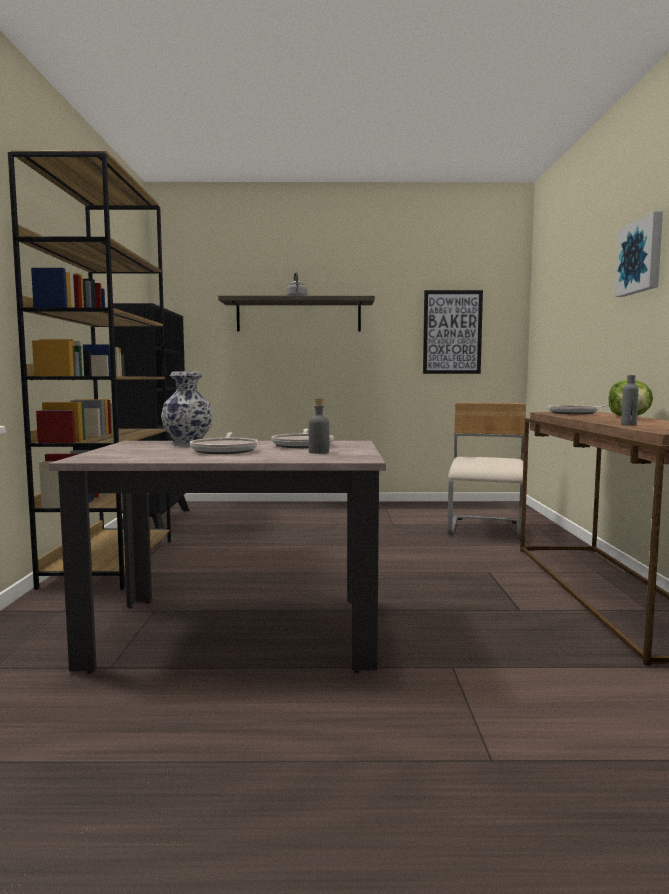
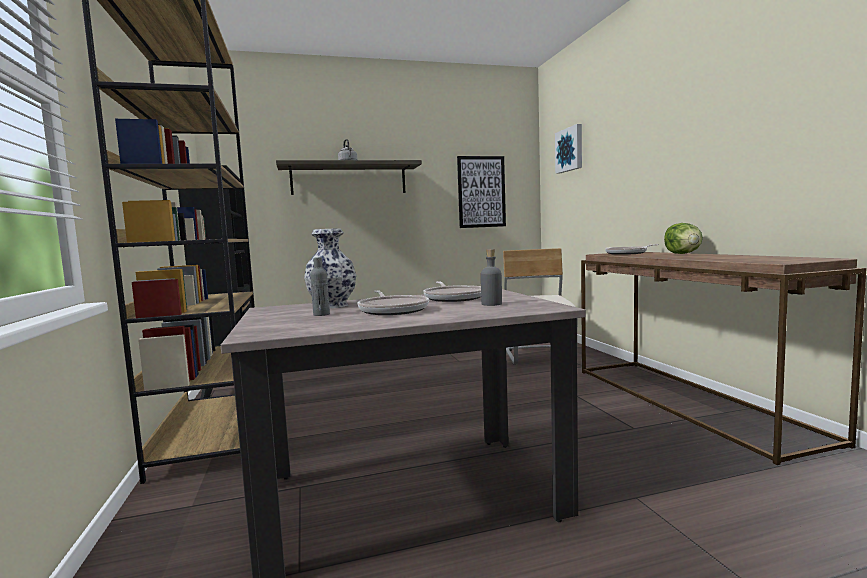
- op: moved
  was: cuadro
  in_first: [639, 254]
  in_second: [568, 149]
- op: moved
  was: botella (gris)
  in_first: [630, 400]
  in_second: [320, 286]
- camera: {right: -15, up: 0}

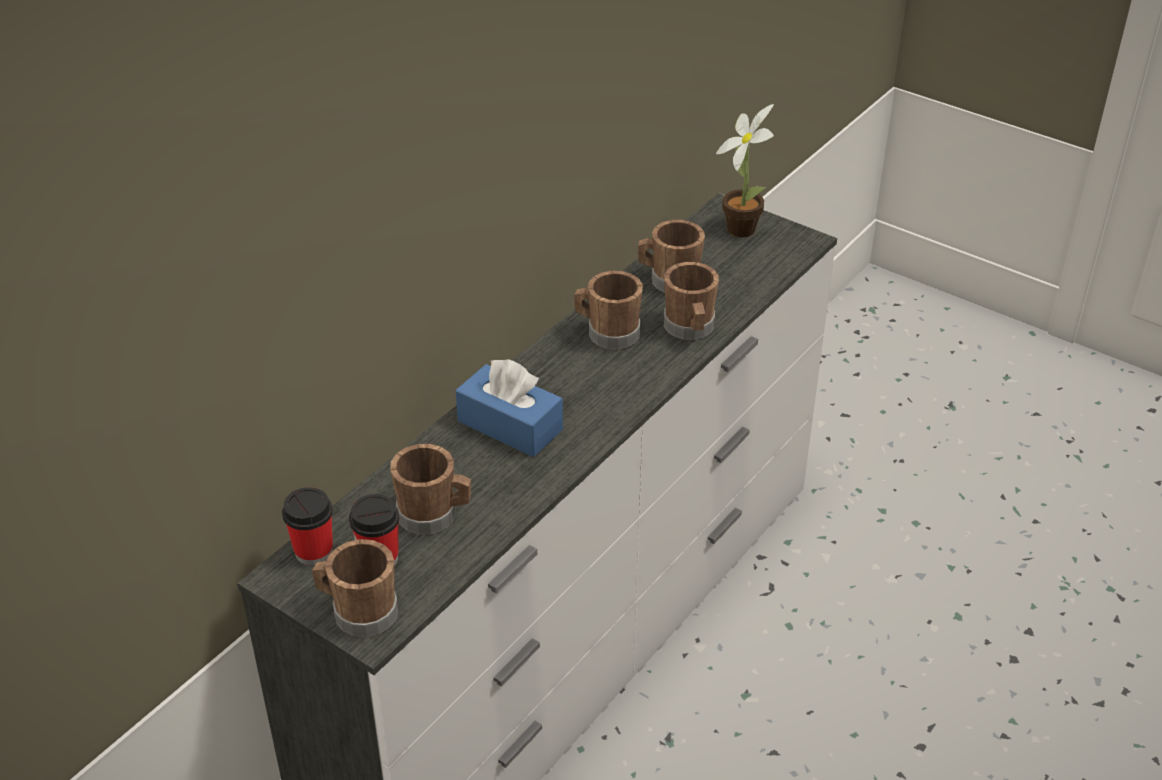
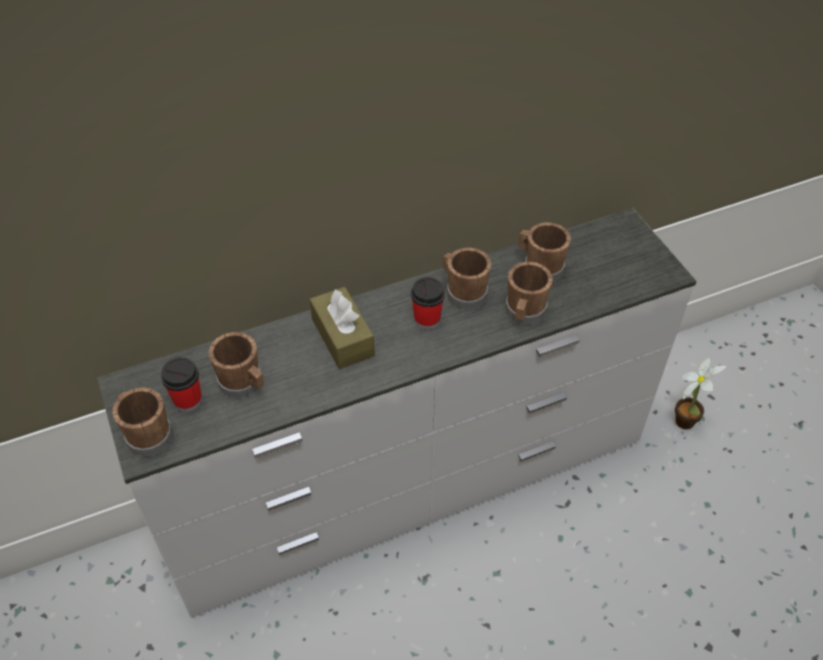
- op: moved
  was: taza
  in_first: [307, 526]
  in_second: [428, 303]
- op: recoloured
  was: caja de pañuelos (azul)
  now: caja de pañuelos (marrón)
  in_first: [509, 408]
  in_second: [342, 328]
- op: moved
  was: planta en maceta
  in_first: [745, 170]
  in_second: [700, 393]
- camera: {right: 30, up: 10}

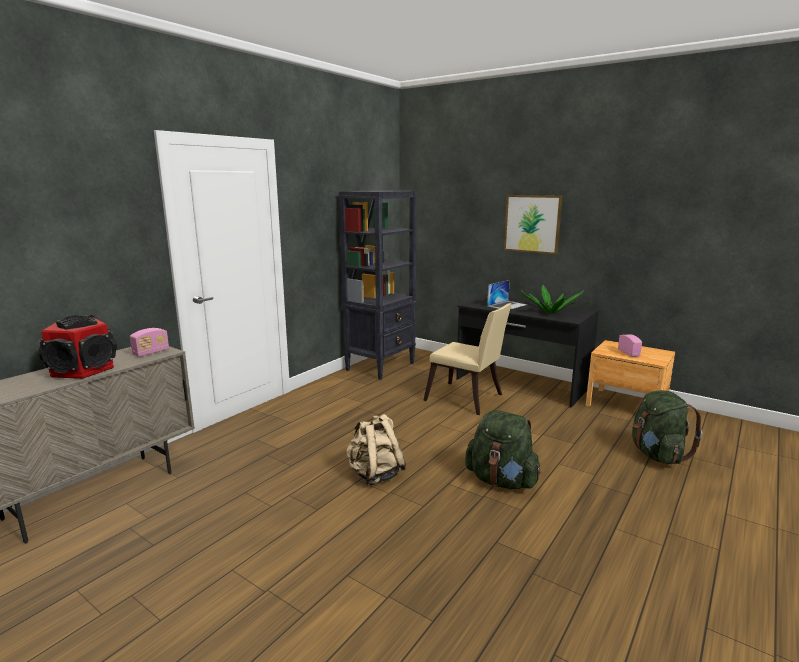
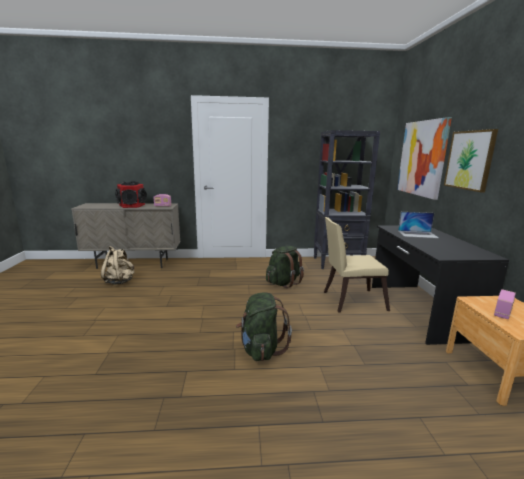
- op: moved
  was: mochila (beis)
  in_first: [376, 450]
  in_second: [117, 265]
- op: turned
  was: silla (beis)
  in_first: [468, 359]
  in_second: [357, 264]
  clockwise: 90
- op: removed
  was: planta en maceta
  in_first: [552, 299]
- op: moved
  was: mochila (verde)
  in_first: [667, 427]
  in_second: [285, 267]
- op: added
  now: cuadro
  in_second: [424, 158]
- camera: {right: 50, up: 0}

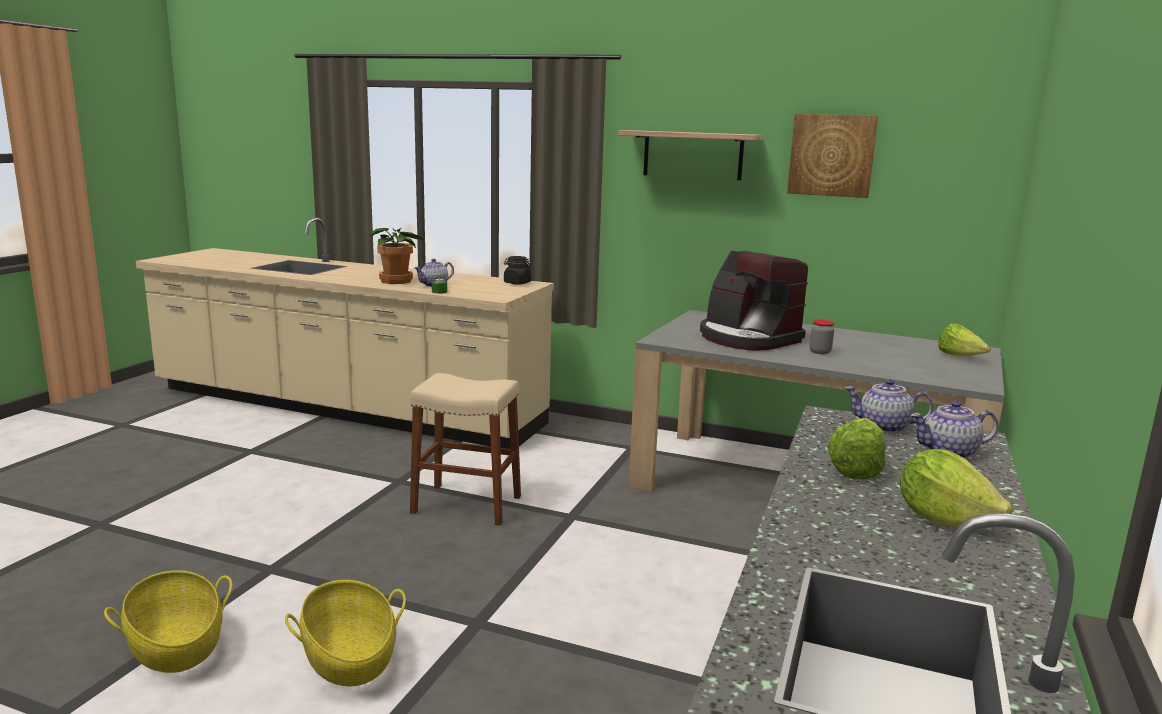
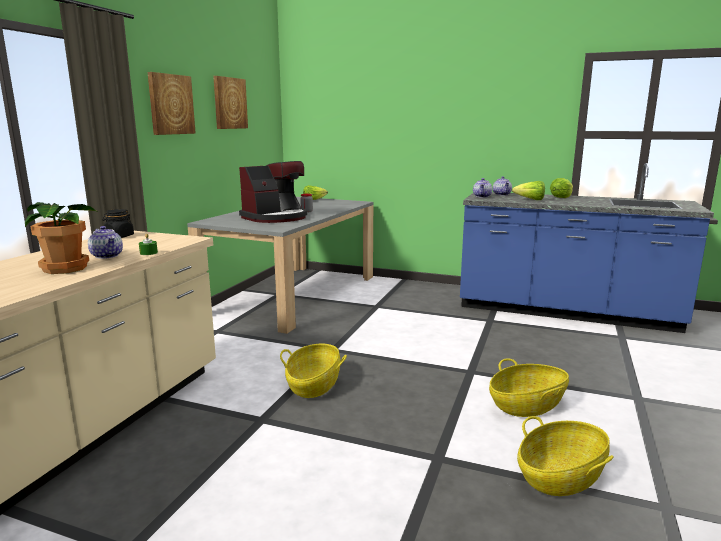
- op: replaced
  was: taburete (beis)
  now: cesta
  in_first: [465, 449]
  in_second: [313, 371]
- op: replaced
  was: estante
  now: cuadro
  in_first: [690, 155]
  in_second: [172, 103]
- camera: {right: -90, up: 0}

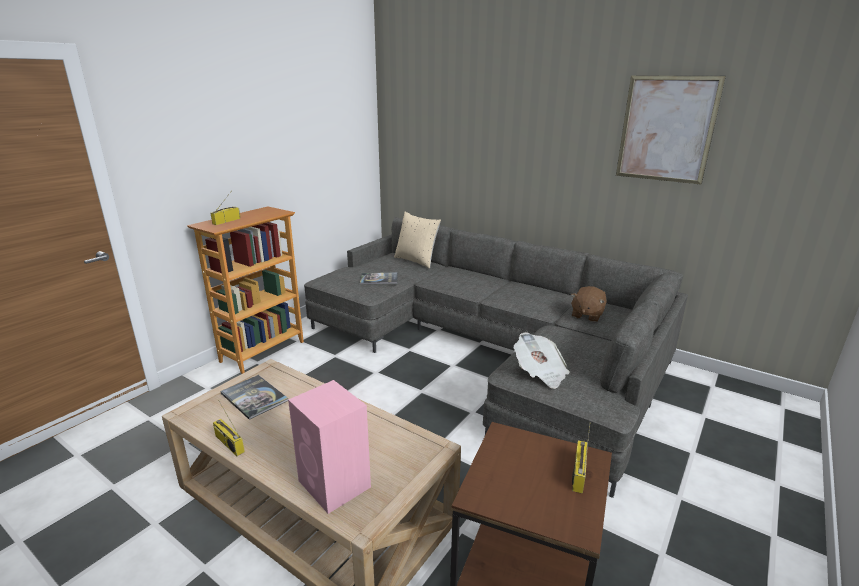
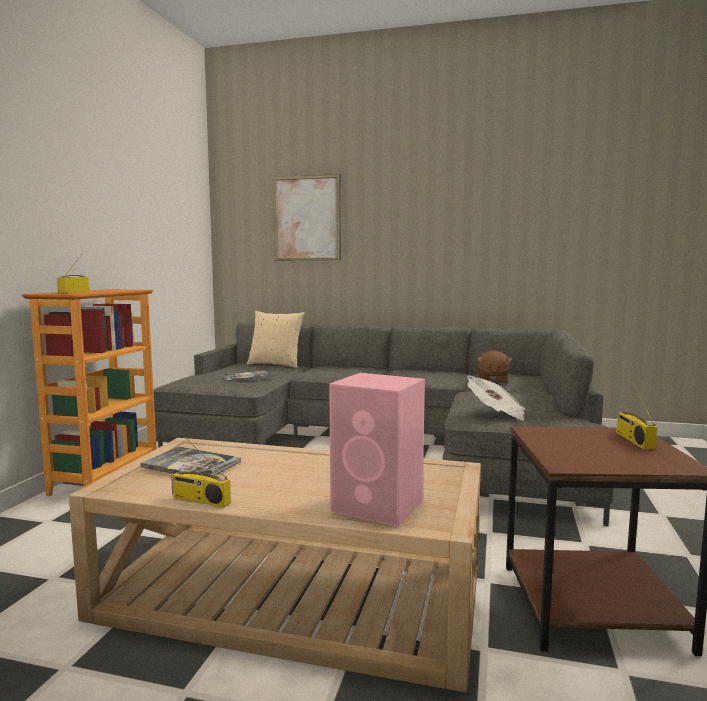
- op: moved
  was: cuadro
  in_first: [671, 130]
  in_second: [307, 217]
- camera: {right: -20, up: -15}

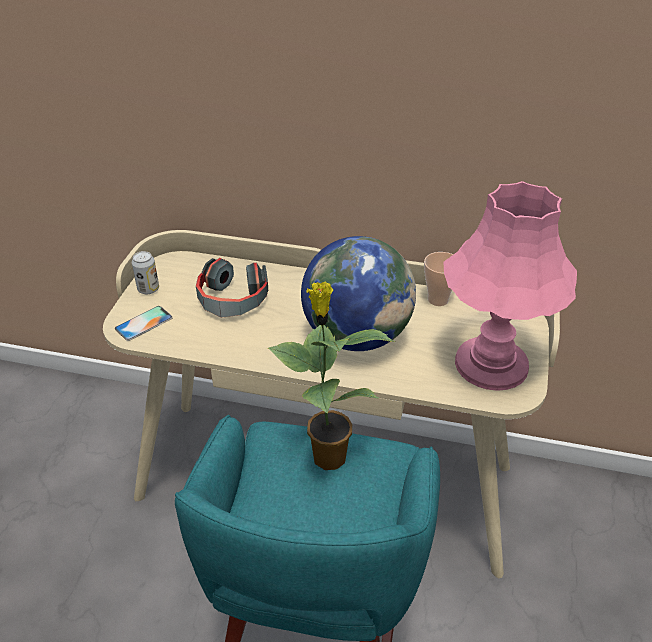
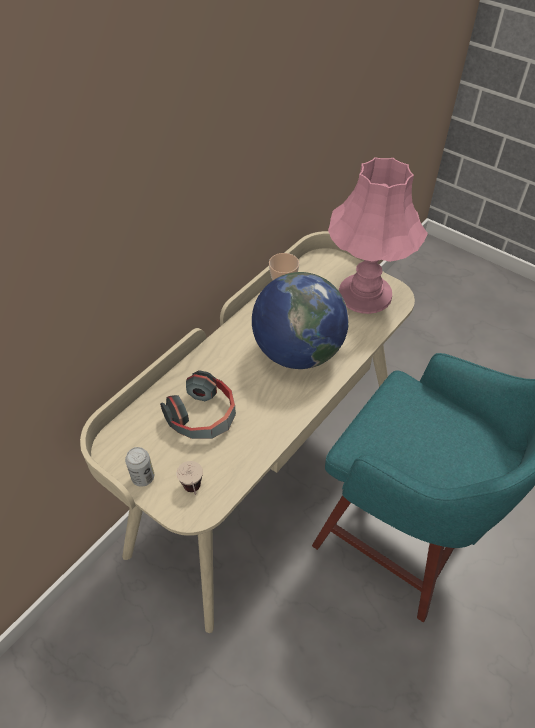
- op: replaced
  was: móvil
  now: taza
  in_first: [144, 323]
  in_second: [190, 478]
- op: removed
  was: planta en maceta
  in_first: [331, 376]
- camera: {right: -65, up: 10}

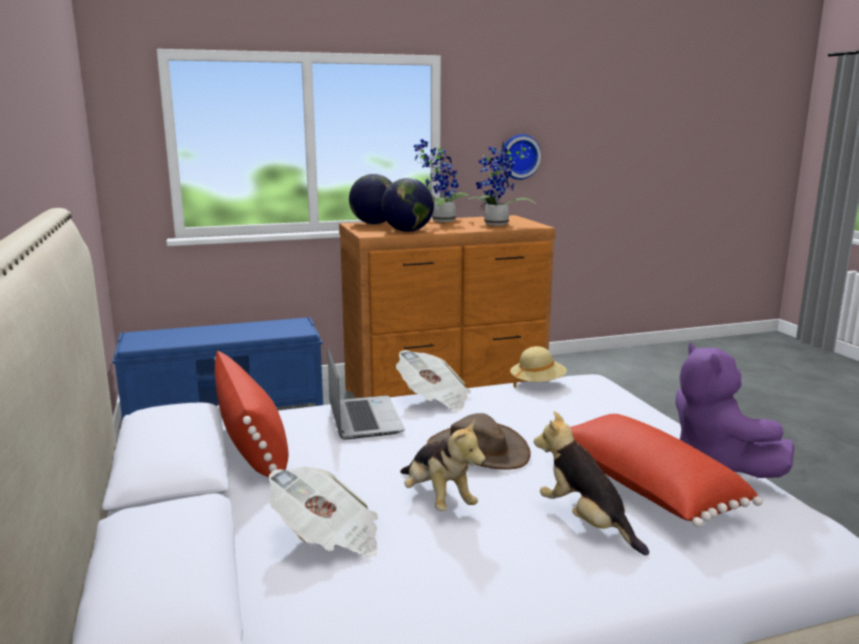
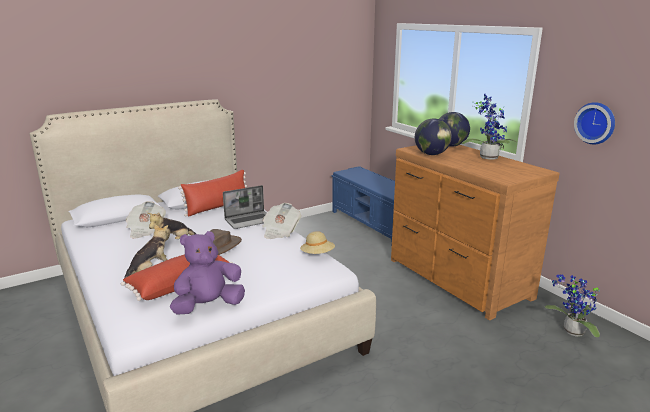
- op: moved
  was: planta en maceta
  in_first: [502, 183]
  in_second: [572, 305]
- camera: {right: 75, up: 5}

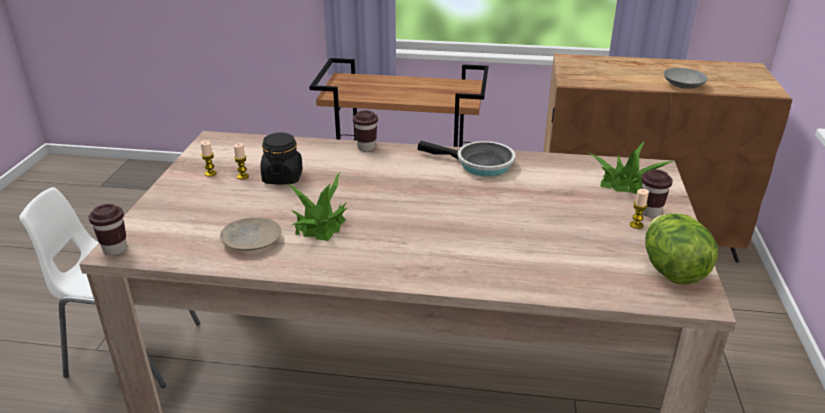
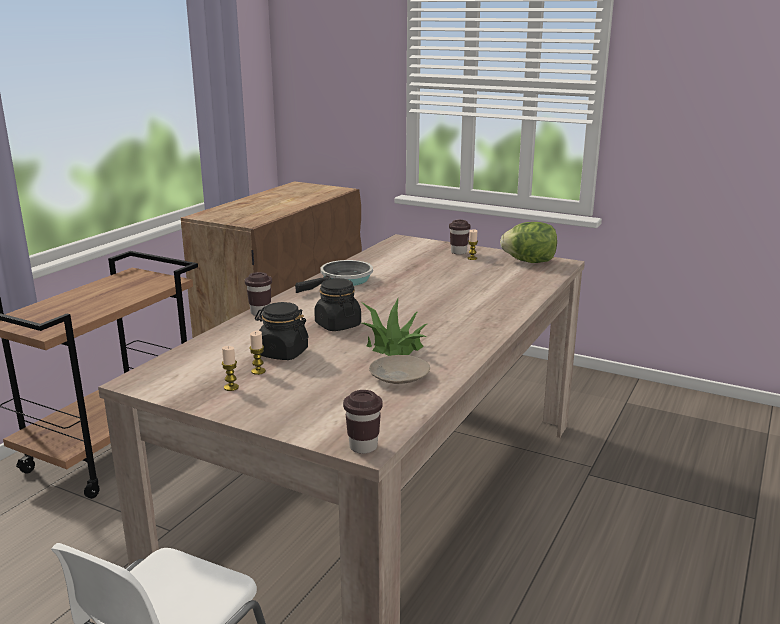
- op: removed
  was: planta en maceta
  in_first: [631, 167]
- op: removed
  was: cuenco (gris)
  in_first: [686, 78]
- op: added
  now: tarro (negro)
  in_second: [337, 304]
- camera: {right: -70, up: -10}

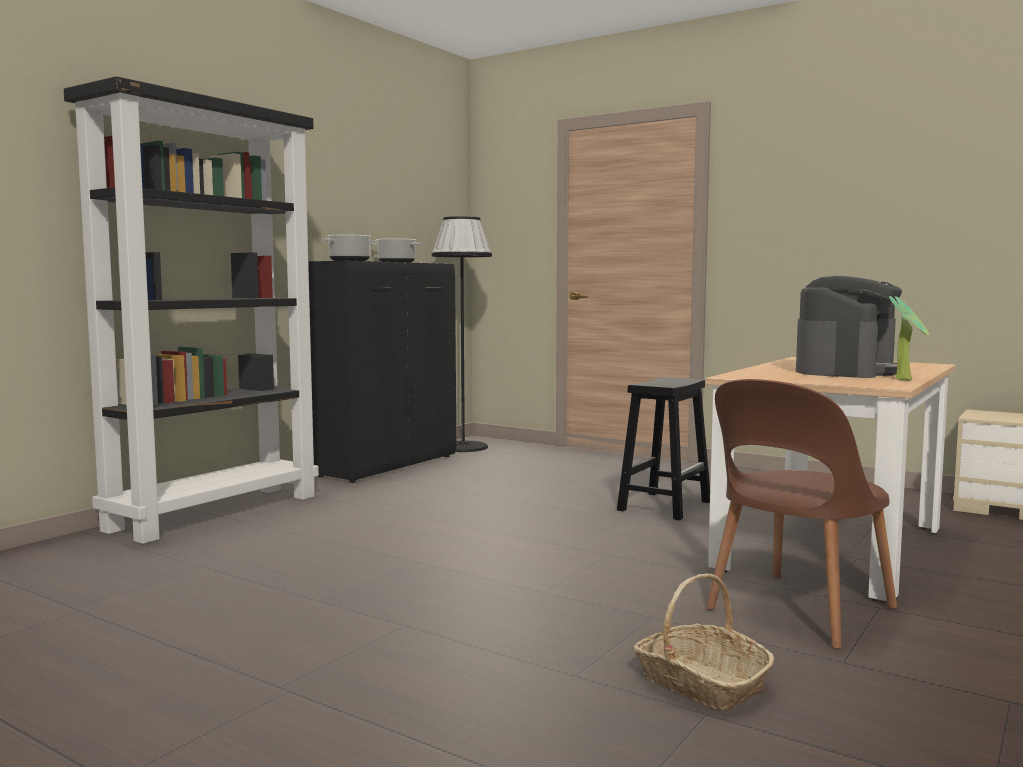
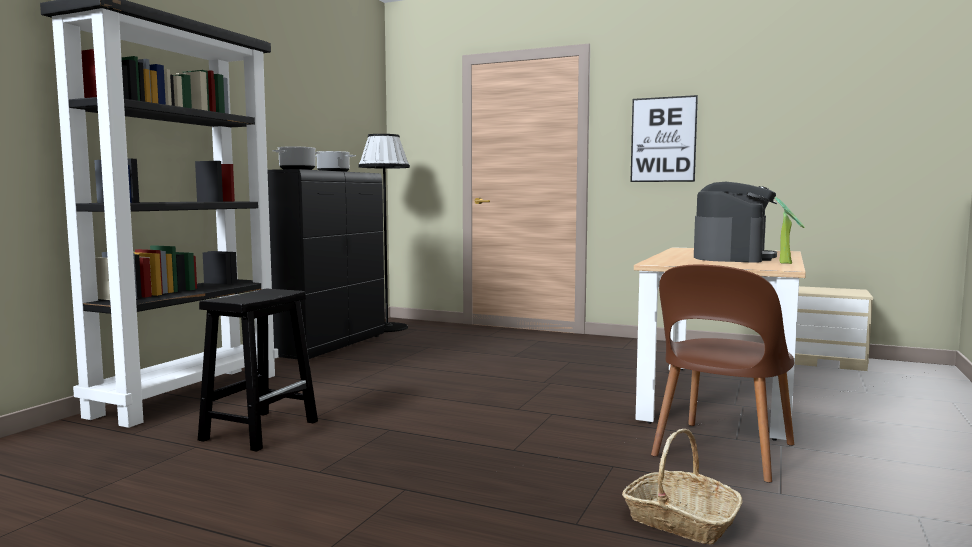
- op: moved
  was: taburete (negro)
  in_first: [663, 448]
  in_second: [258, 370]
- op: added
  now: cuadro
  in_second: [664, 138]
- camera: {right: -10, up: 0}

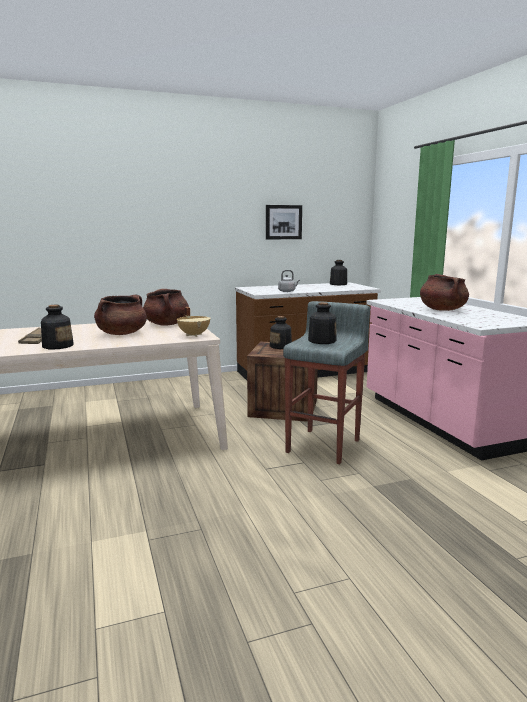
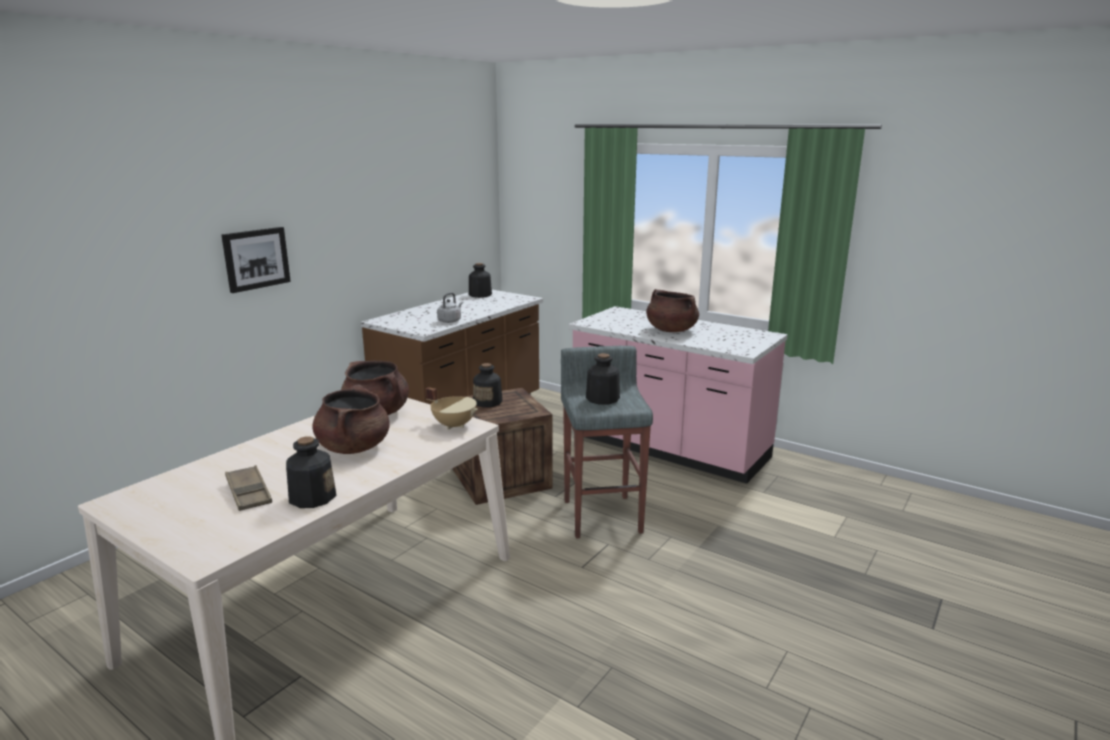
- op: moved
  was: cuadro
  in_first: [284, 222]
  in_second: [256, 260]
- camera: {right: -35, up: 5}

